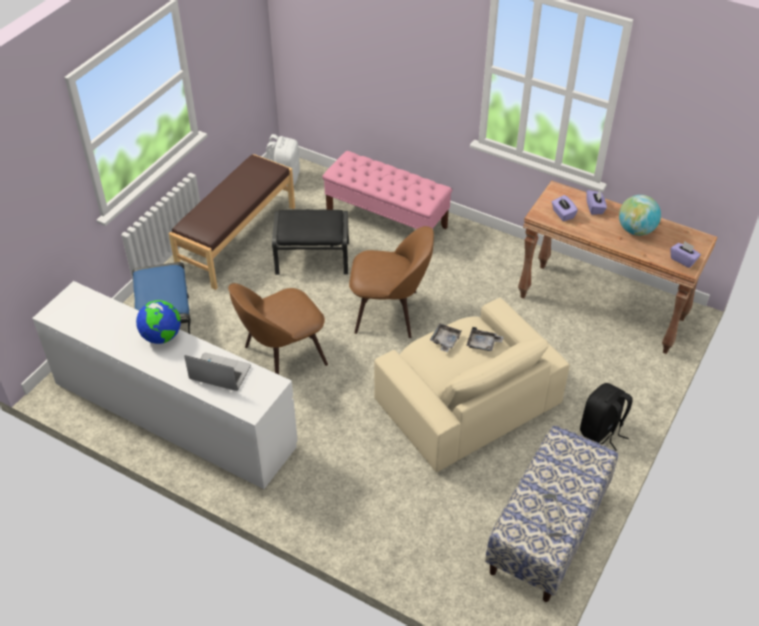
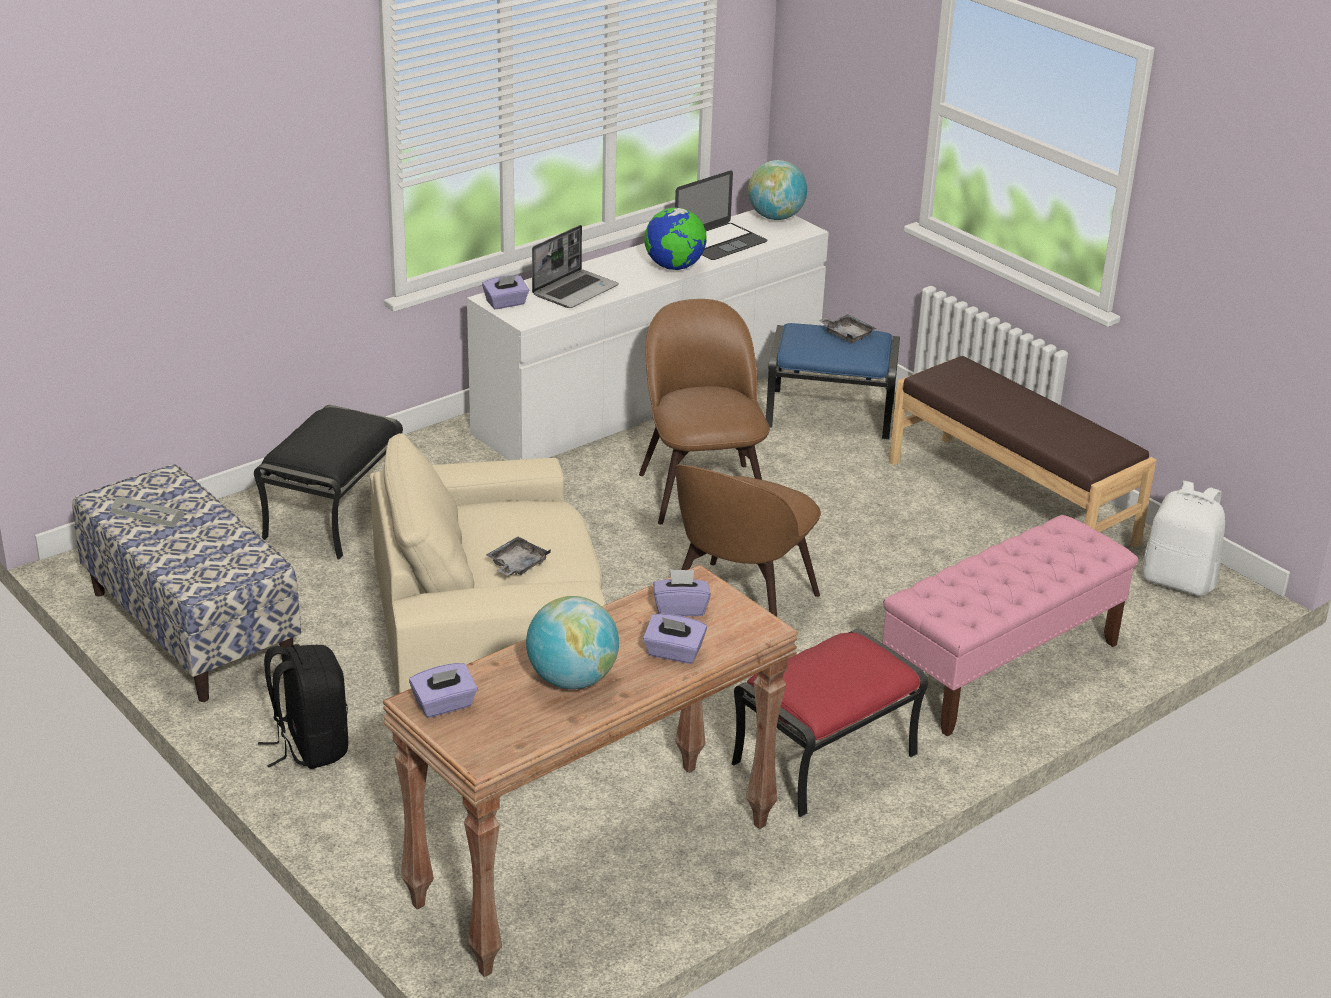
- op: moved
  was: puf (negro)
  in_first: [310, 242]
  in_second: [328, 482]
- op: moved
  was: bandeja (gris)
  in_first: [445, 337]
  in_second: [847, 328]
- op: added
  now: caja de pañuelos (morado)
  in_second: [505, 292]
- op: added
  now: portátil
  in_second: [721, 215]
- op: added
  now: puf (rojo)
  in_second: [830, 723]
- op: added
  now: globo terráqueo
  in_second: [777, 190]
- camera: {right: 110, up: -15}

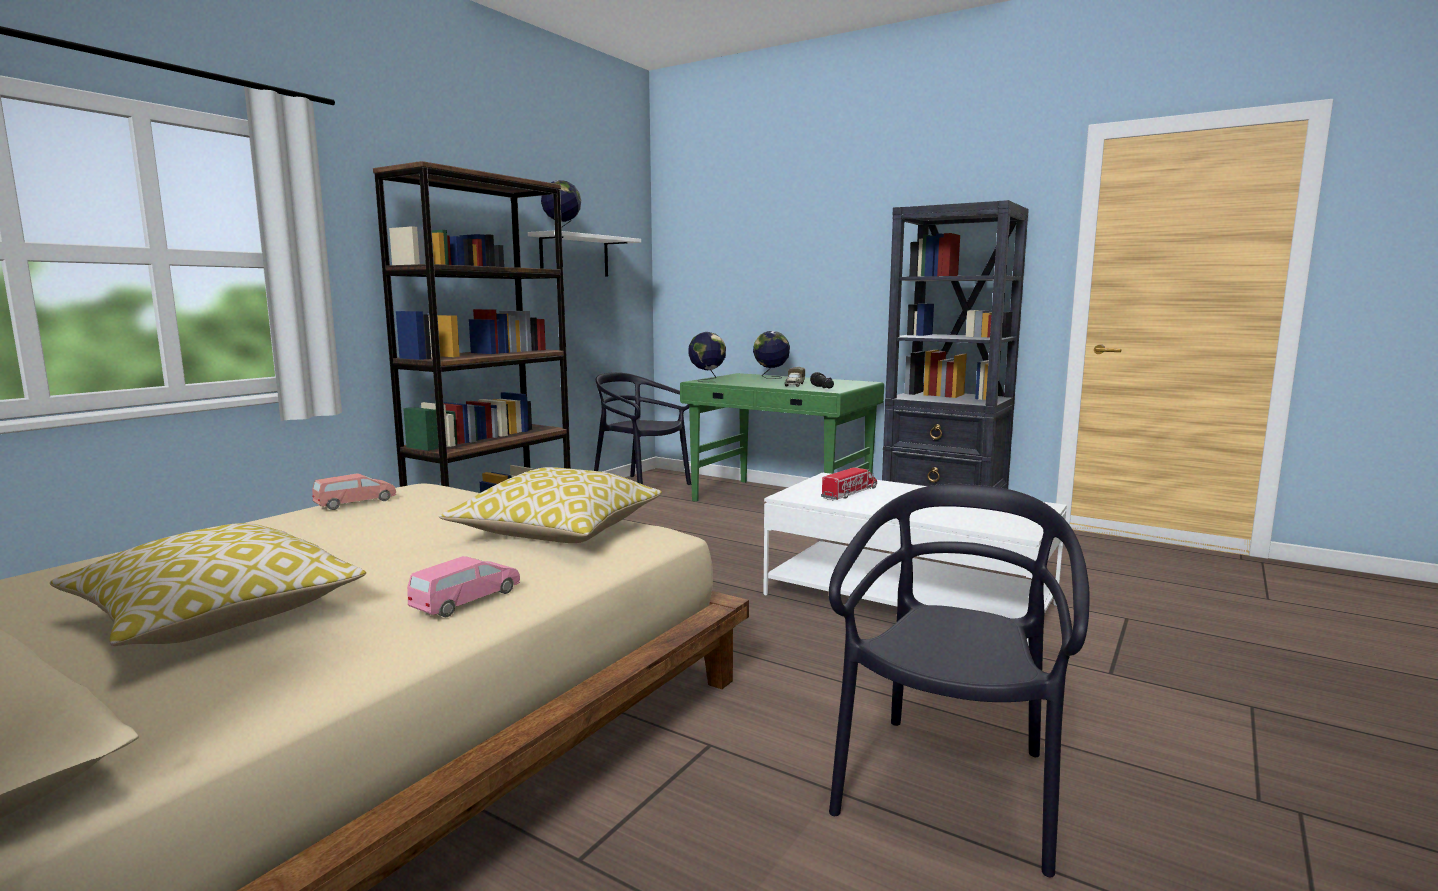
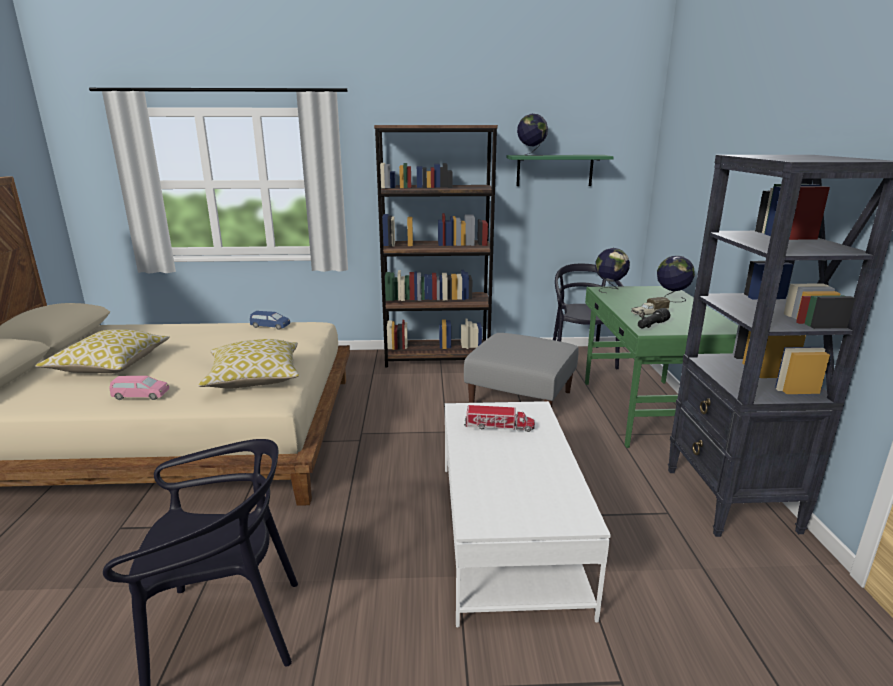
- op: recoloured
  was: coche de juguete (rosa)
  now: coche de juguete (azul)
  in_first: [354, 491]
  in_second: [270, 320]
- op: recoloured
  was: estante (blanco)
  now: estante (verde)
  in_first: [584, 253]
  in_second: [560, 170]
- op: added
  now: puf (gris)
  in_second: [521, 370]
- camera: {right: 55, up: 10}

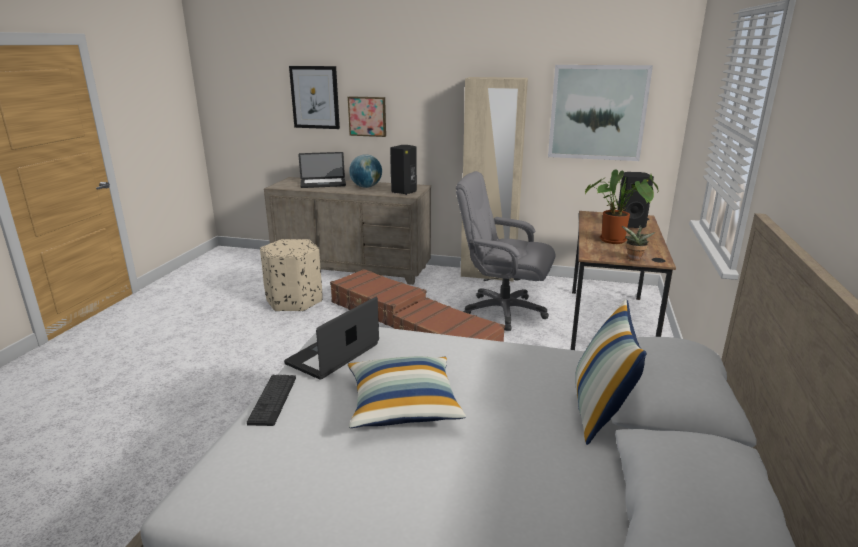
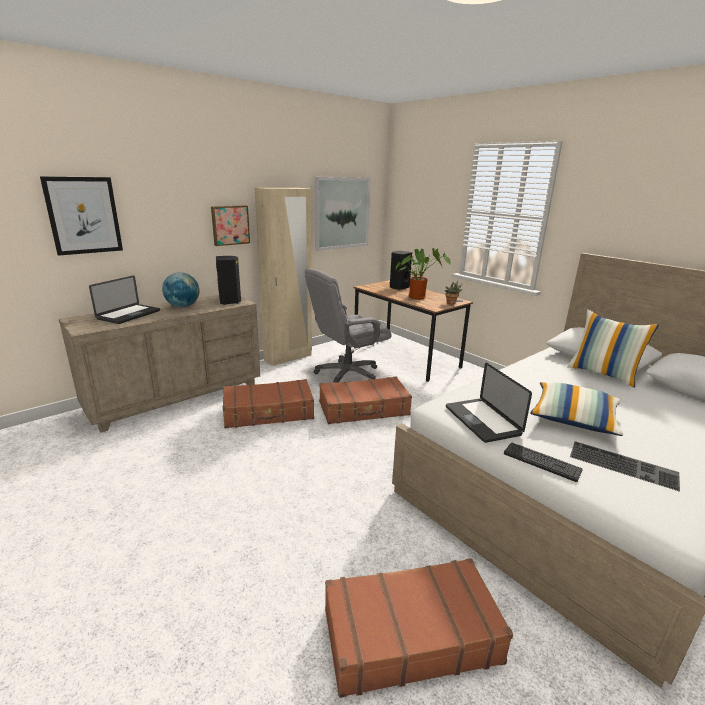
- op: removed
  was: puf (beis)
  in_first: [291, 275]
- op: moved
  was: cuadro
  in_first: [367, 116]
  in_second: [230, 226]
- op: added
  now: maleta (marrón)
  in_second: [419, 628]
- op: added
  now: teclado
  in_second: [625, 466]
- camera: {right: -55, up: 0}

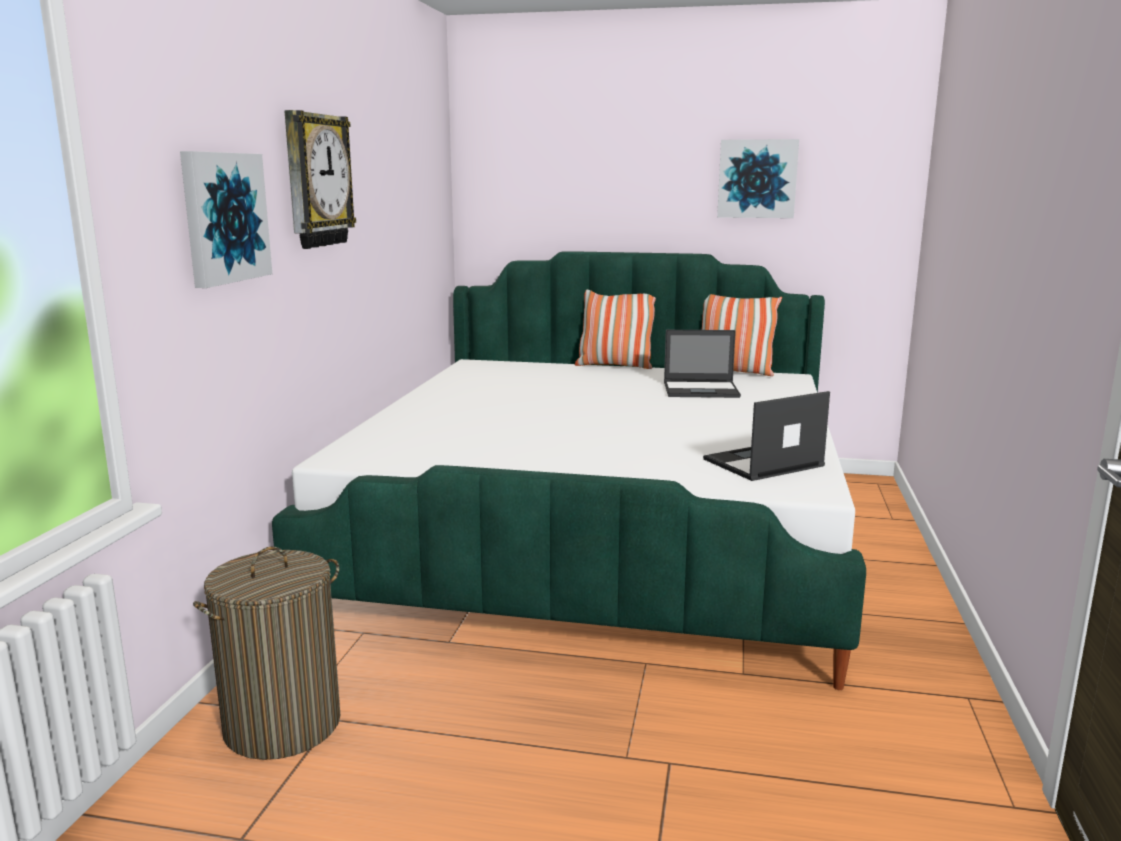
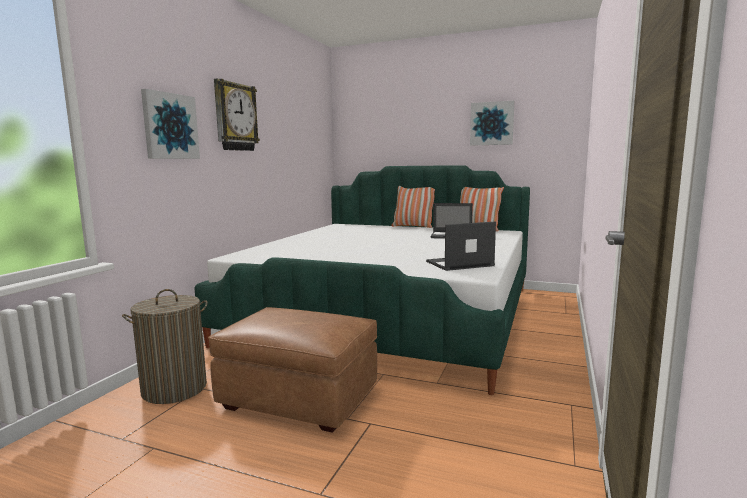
- op: added
  now: puf (marrón)
  in_second: [292, 370]
- camera: {right: 10, up: -5}

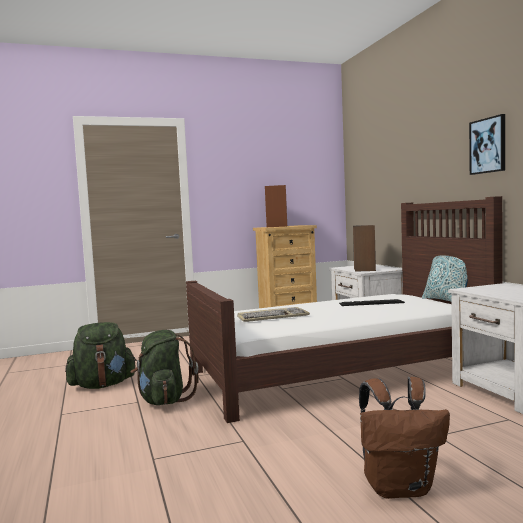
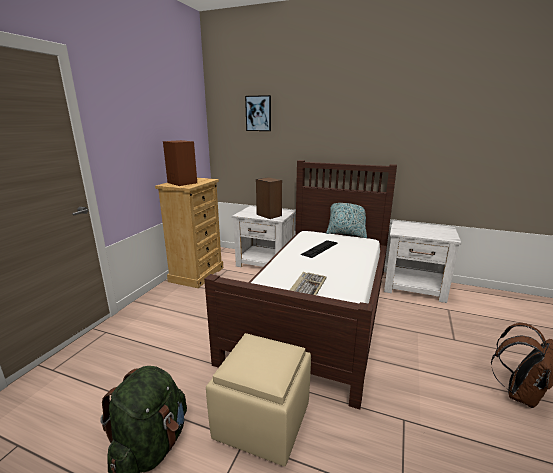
- op: replaced
  was: mochila (verde)
  now: puf (beis)
  in_first: [164, 367]
  in_second: [258, 400]
- op: moved
  was: cuadro
  in_first: [487, 144]
  in_second: [258, 113]
- camera: {right: -50, up: 15}

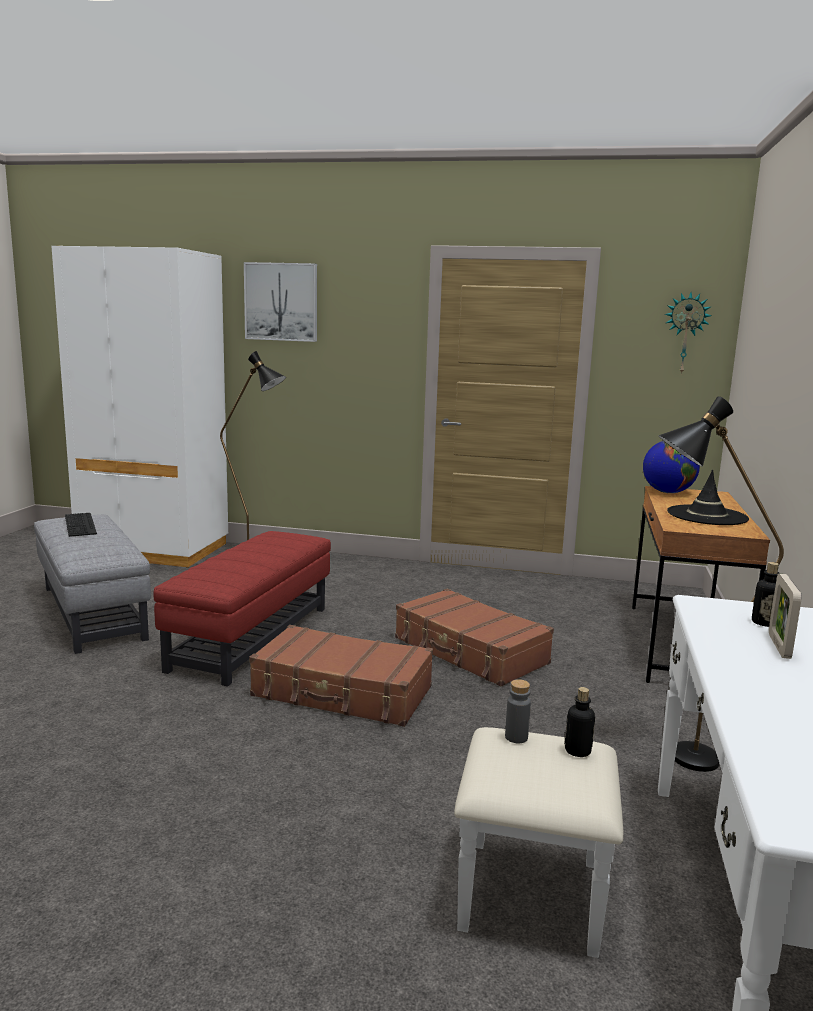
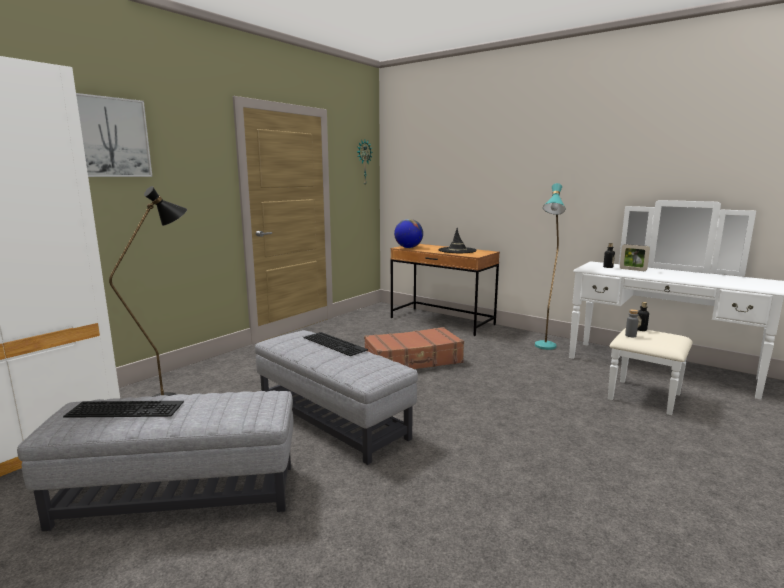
- op: recoloured
  was: puf (rojo)
  now: puf (gris)
  in_first: [242, 609]
  in_second: [336, 397]
- op: removed
  was: maleta (marrón)
  in_first: [341, 676]
- op: recoloured
  was: lámpara de pie (negro)
  now: lámpara de pie (turquesa)
  in_first: [721, 584]
  in_second: [550, 266]
- op: added
  now: teclado
  in_second: [336, 344]
- camera: {right: -65, up: 0}

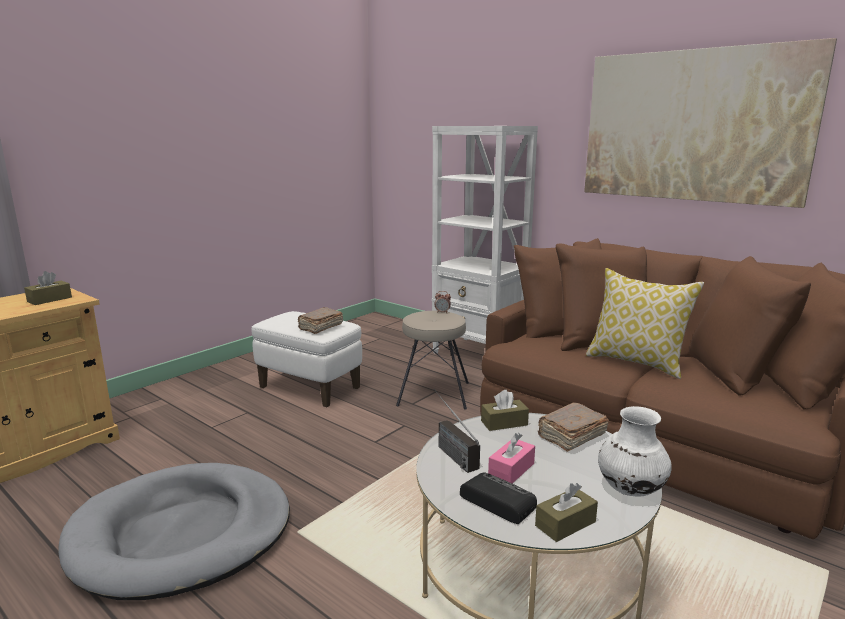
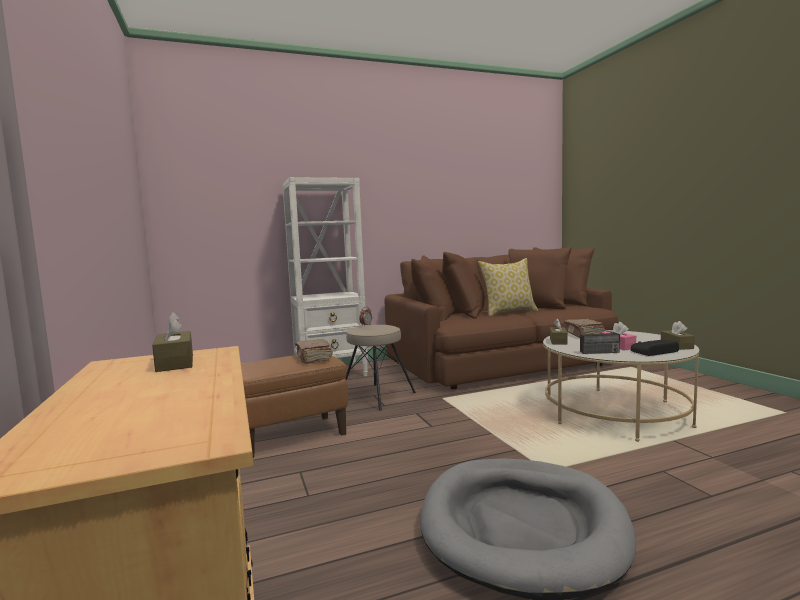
- op: recoloured
  was: puf (blanco)
  now: puf (marrón)
  in_first: [306, 359]
  in_second: [294, 406]
- op: removed
  was: cuadro
  in_first: [710, 123]
- op: removed
  was: florero (blanco)
  in_first: [635, 451]
- camera: {right: -60, up: -10}

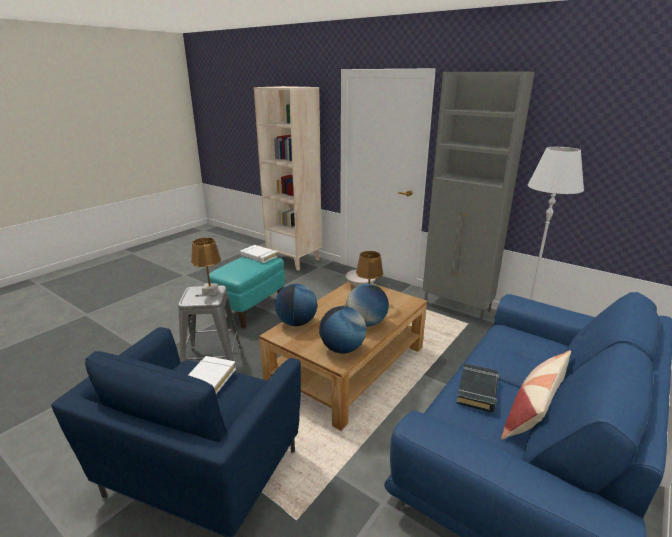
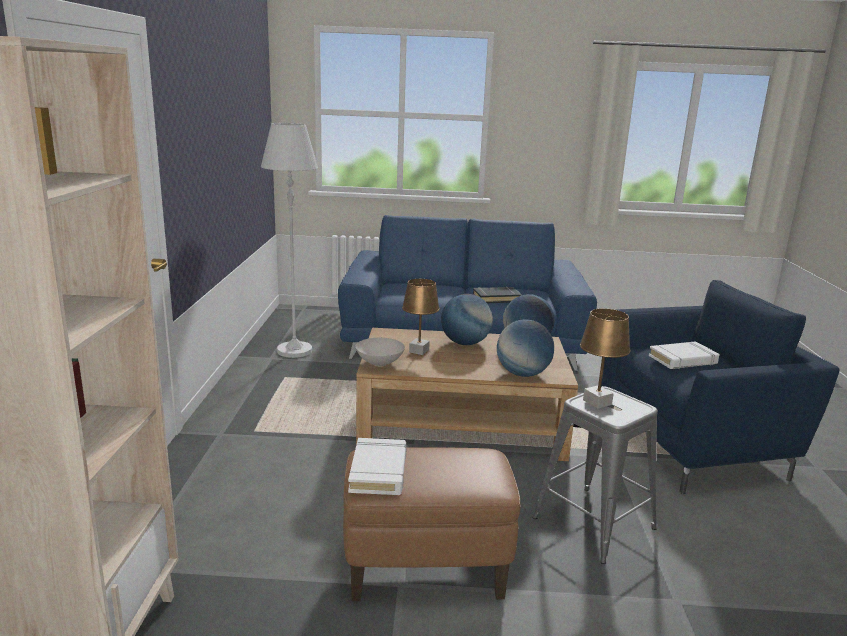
- op: recoloured
  was: puf (turquesa)
  now: puf (marrón)
  in_first: [246, 293]
  in_second: [431, 524]
- op: removed
  was: armario (gris)
  in_first: [479, 197]
- op: removed
  was: cojín
  in_first: [536, 395]
- camera: {right: -125, up: -5}

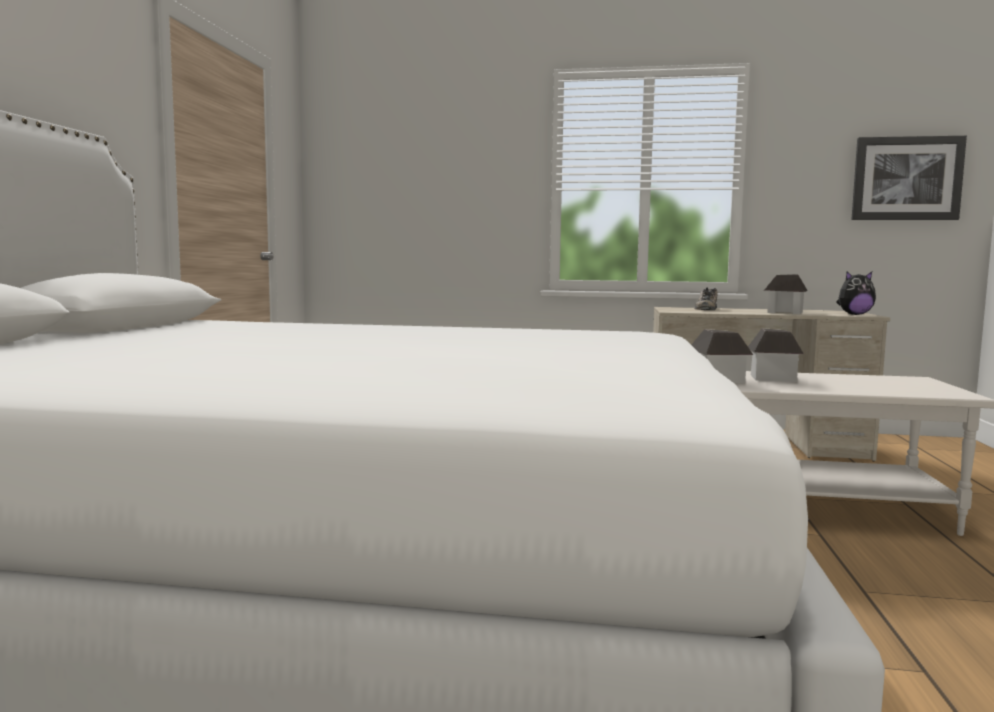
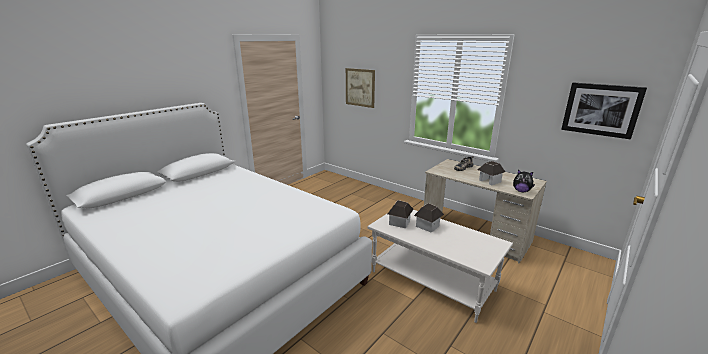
- op: added
  now: cuadro
  in_second: [360, 88]
- camera: {right: 30, up: 15}

